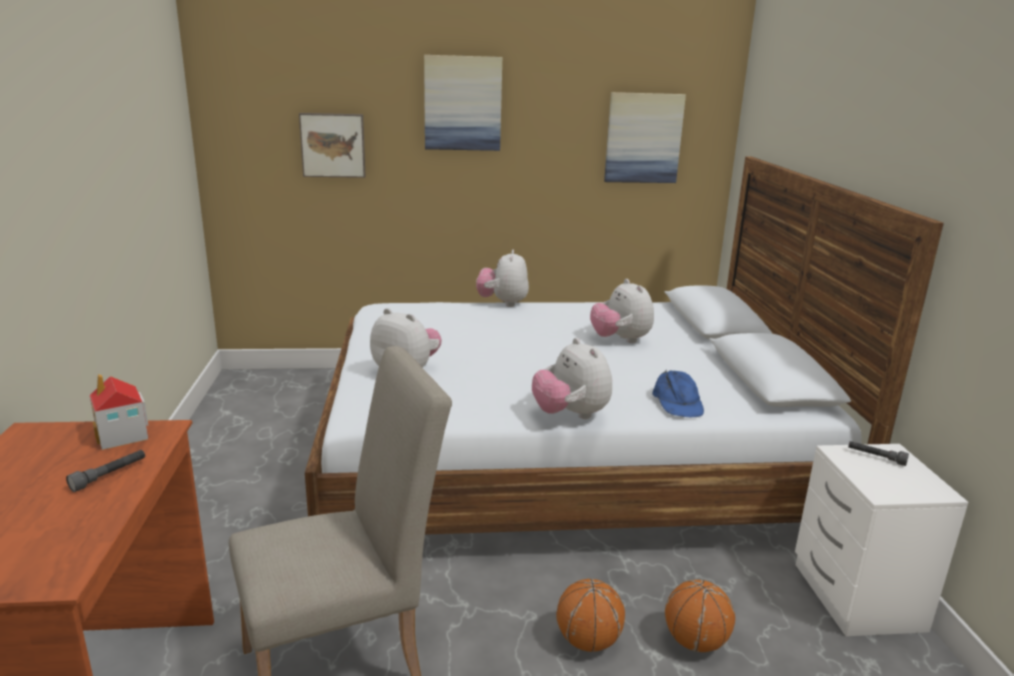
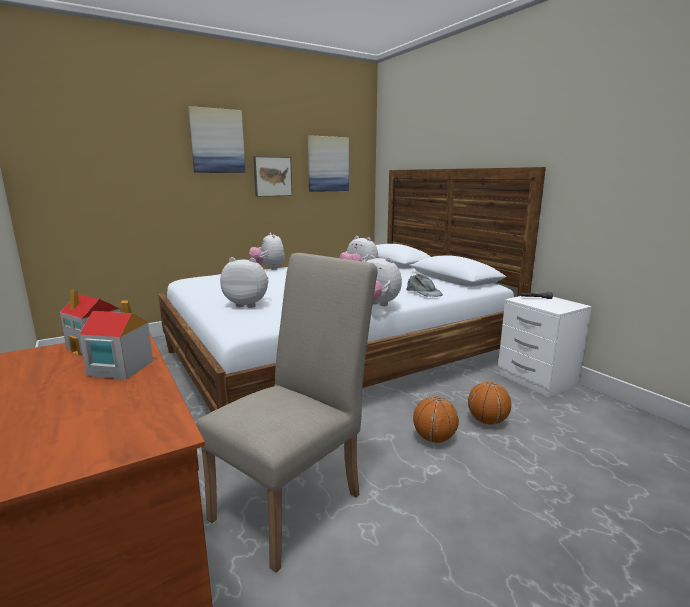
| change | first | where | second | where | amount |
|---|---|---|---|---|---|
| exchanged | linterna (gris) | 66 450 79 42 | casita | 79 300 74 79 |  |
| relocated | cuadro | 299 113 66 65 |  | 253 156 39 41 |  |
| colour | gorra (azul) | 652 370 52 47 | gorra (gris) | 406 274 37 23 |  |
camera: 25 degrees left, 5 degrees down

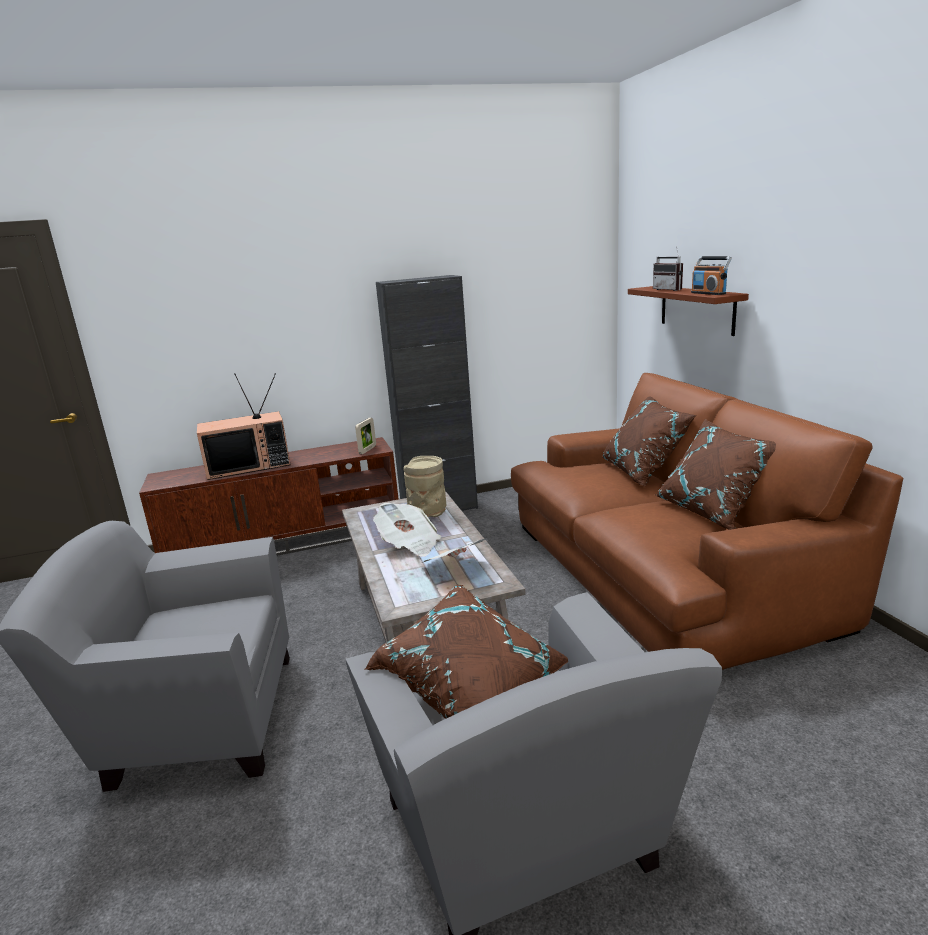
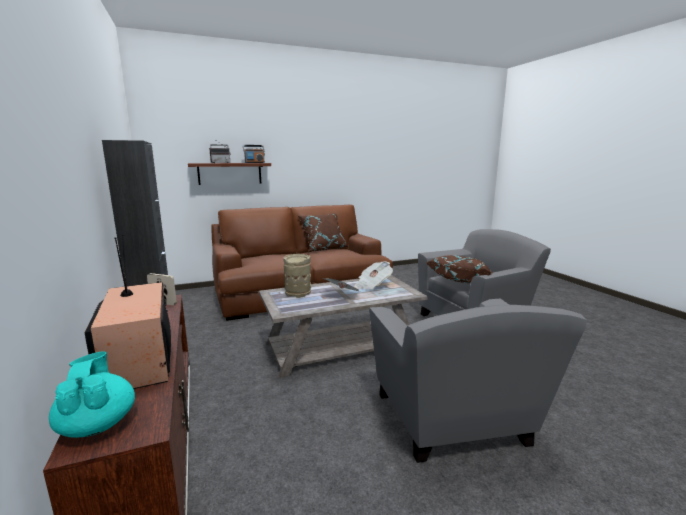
| change | first | where | second | where | amount |
|---|---|---|---|---|---|
| missing | cojín (marrón) | 603 396 93 91 |  |  |  |
| appeared |  |  | tetera (turquesa) | 49 351 86 87 |  |
camera: 95 degrees left, 5 degrees down

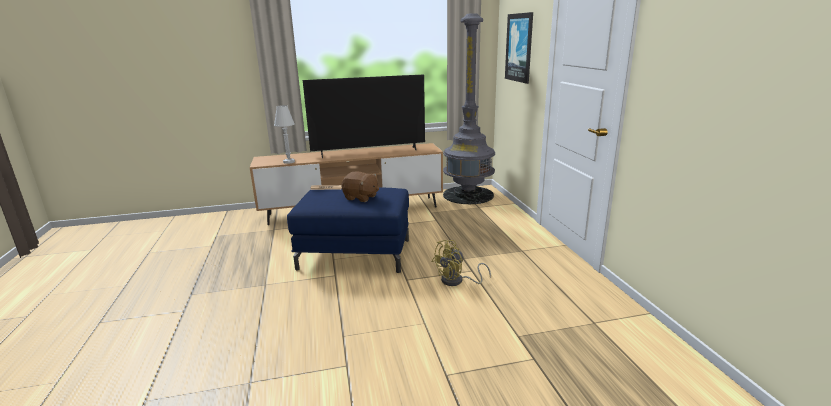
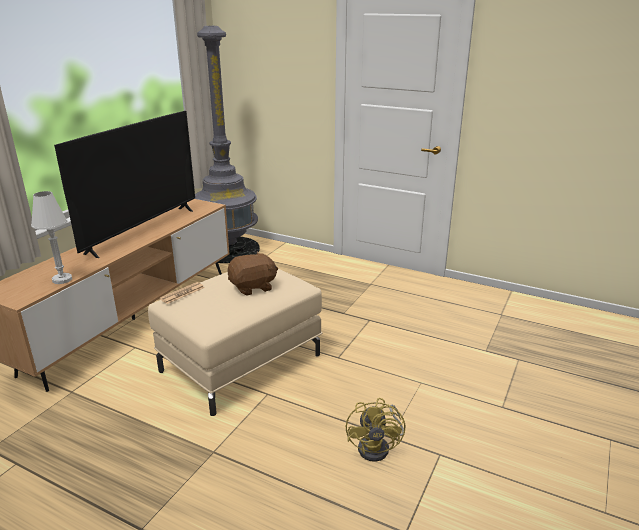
| change | first | where | second | where | amount |
|---|---|---|---|---|---|
| colour | puf (azul) | 287 187 122 86 | puf (beis) | 148 268 174 148 |  |
| relocated | ventilador (amarillo) | 432 240 59 46 |  | 346 398 59 64 |  |
| missing | cuadro | 505 12 28 72 |  |  |  |
camera: 50 degrees left, 5 degrees up

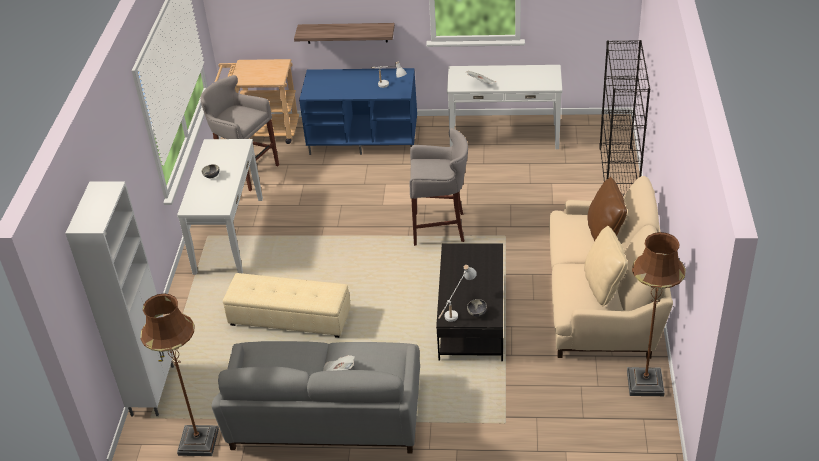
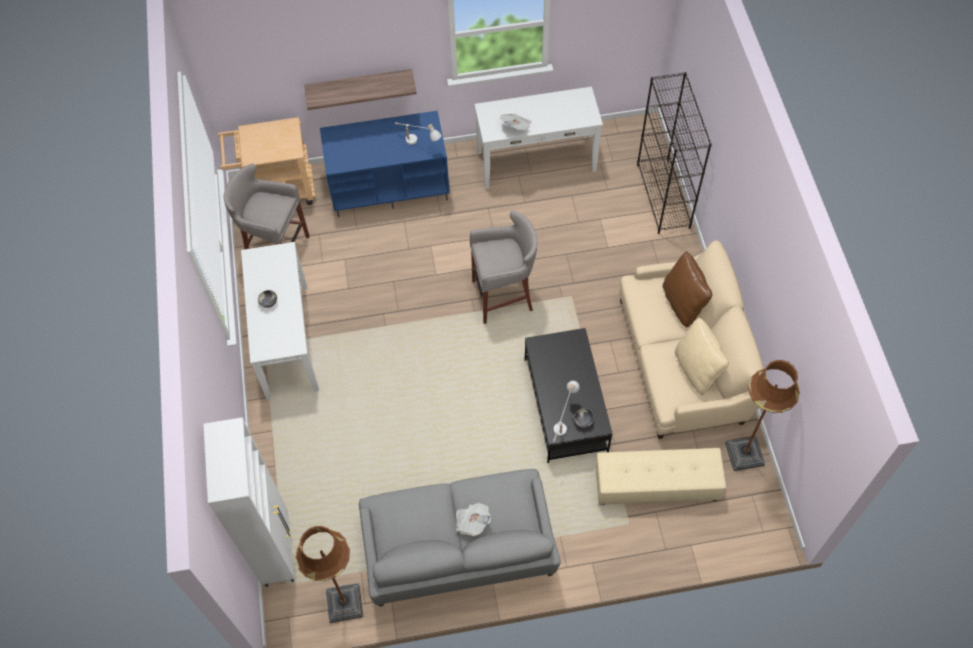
| change | first | where | second | where | amount |
|---|---|---|---|---|---|
| relocated | puf (beis) | 223 273 128 65 |  | 595 448 131 57 |  |
camera: 15 degrees left, 20 degrees up

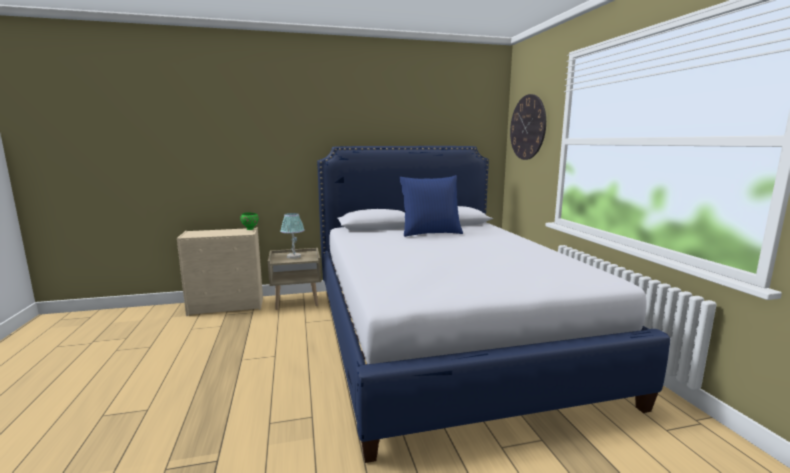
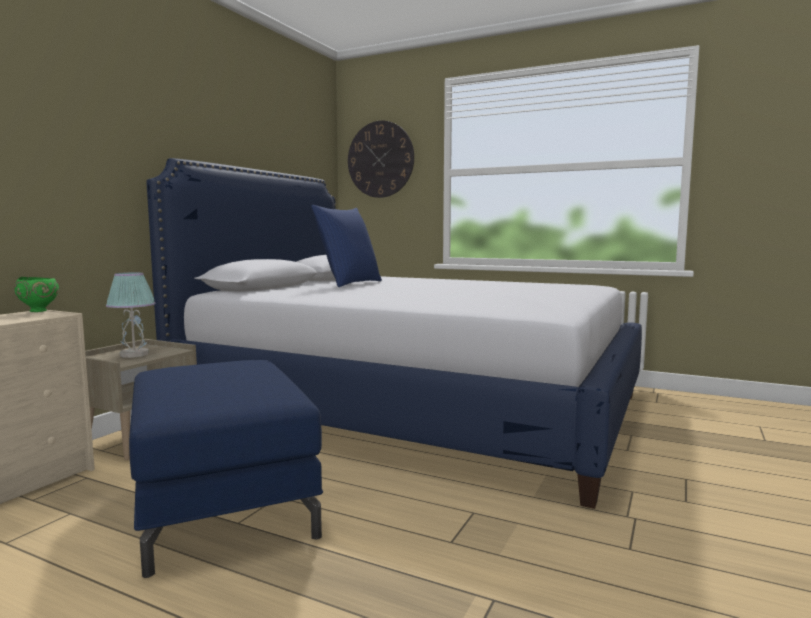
| change | first | where | second | where | amount |
|---|---|---|---|---|---|
| appeared |  |  | puf (azul) | 129 360 194 218 |  |
camera: 50 degrees left, 5 degrees down

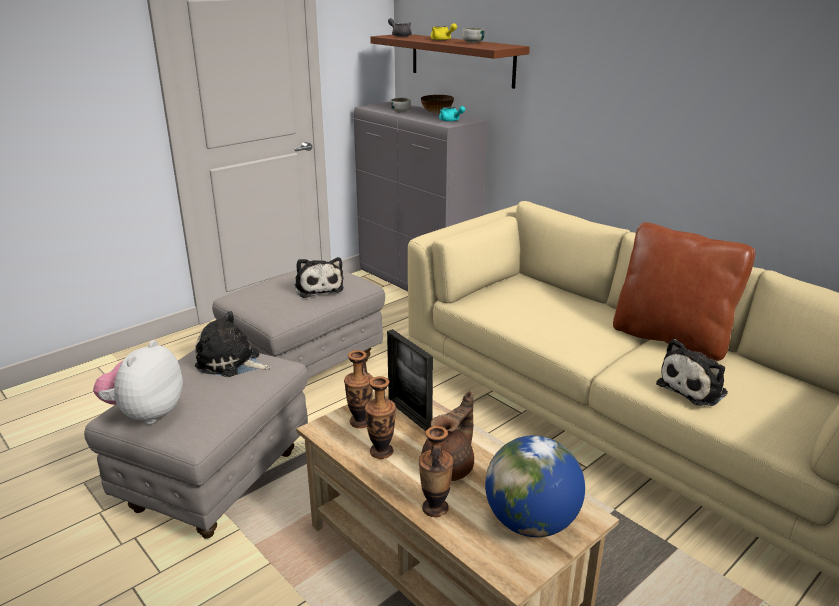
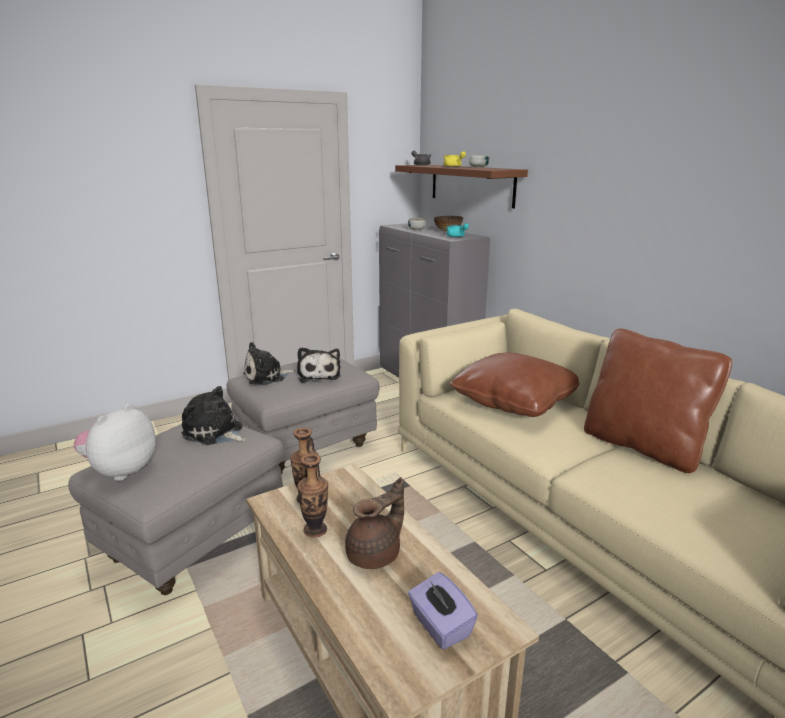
| change | first | where | second | where | amount |
|---|---|---|---|---|---|
| missing | portarretratos | 387 329 46 102 |  |  |  |
| missing | florero | 419 426 34 91 |  |  |  |
| exchanged | globo terráqueo | 485 435 100 102 | caja de pañuelos (morado) | 408 572 70 78 |  |
| relocated | peluche | 656 339 72 67 |  | 243 342 53 43 |  |
| appeared |  |  | cojín (marrón) | 450 353 130 64 |  |
camera: 10 degrees right, 5 degrees down

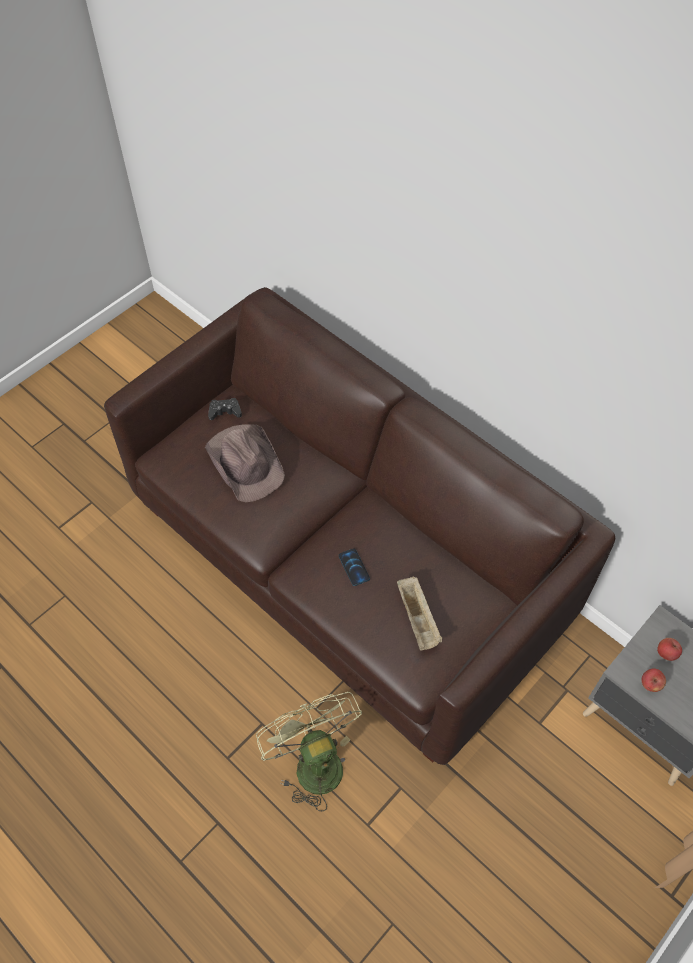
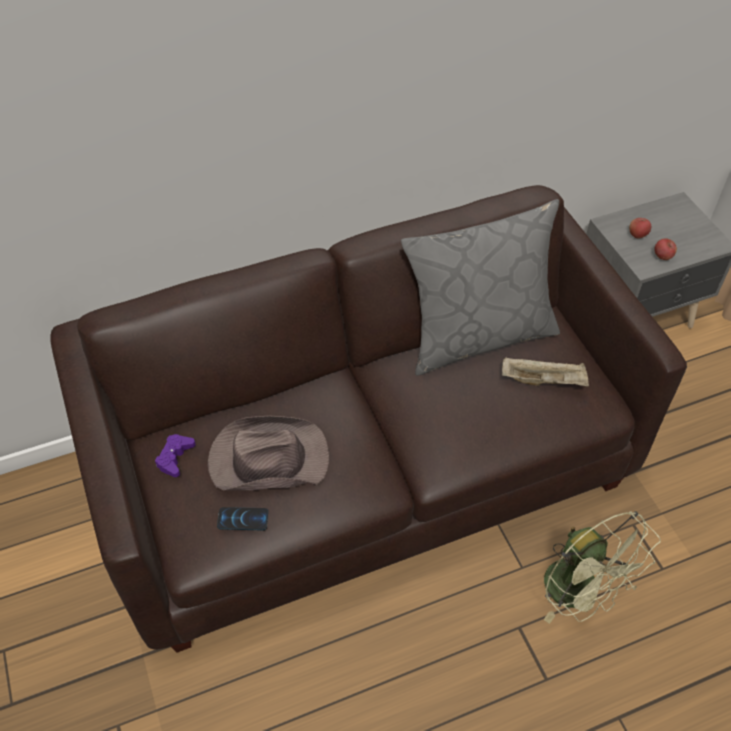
| change | first | where | second | where | amount |
|---|---|---|---|---|---|
| colour | mando de consola (negro) | 208 398 34 22 | mando de consola (morado) | 155 434 41 43 |  |
| spun | ventilador (verde) | 256 692 106 119 |  | 544 511 117 113 | 120 degrees counterclockwise |
| relocated | móvil | 339 548 31 38 |  | 217 507 51 23 |  |
| appeared |  |  | cojín (gris) | 401 199 159 177 |  |
camera: 65 degrees left, 5 degrees down

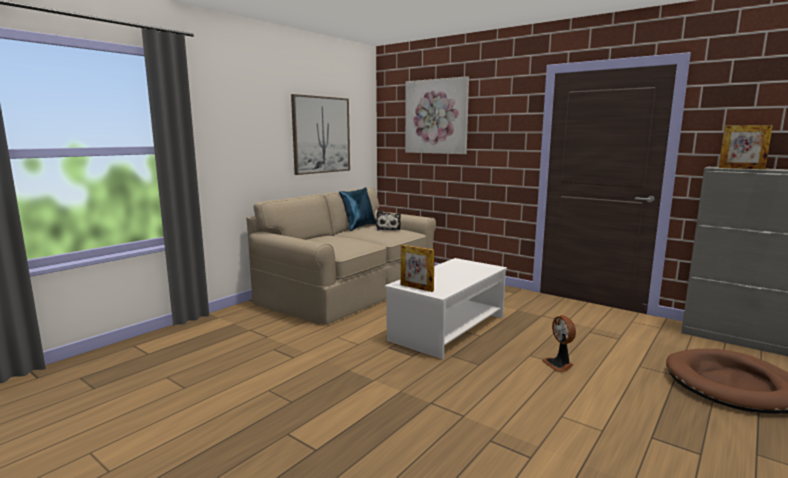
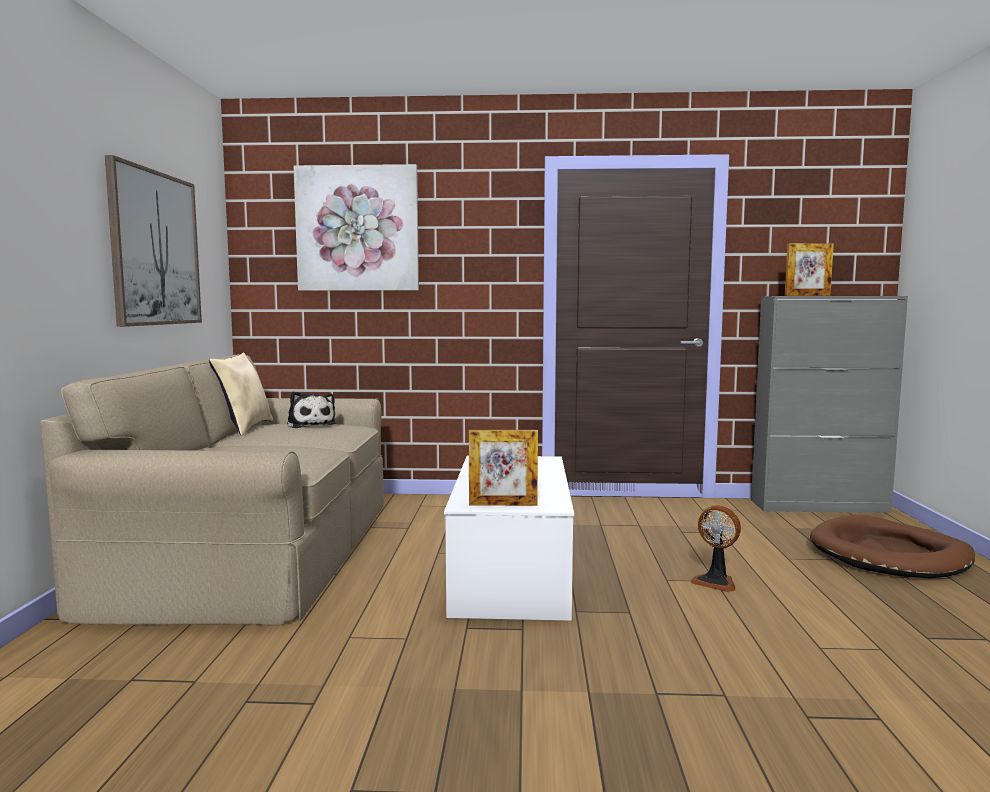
| change | first | where | second | where | amount |
|---|---|---|---|---|---|
| colour | cojín (azul) | 339 187 37 44 | cojín (beis) | 209 352 64 84 |  |
camera: 35 degrees left, 5 degrees down

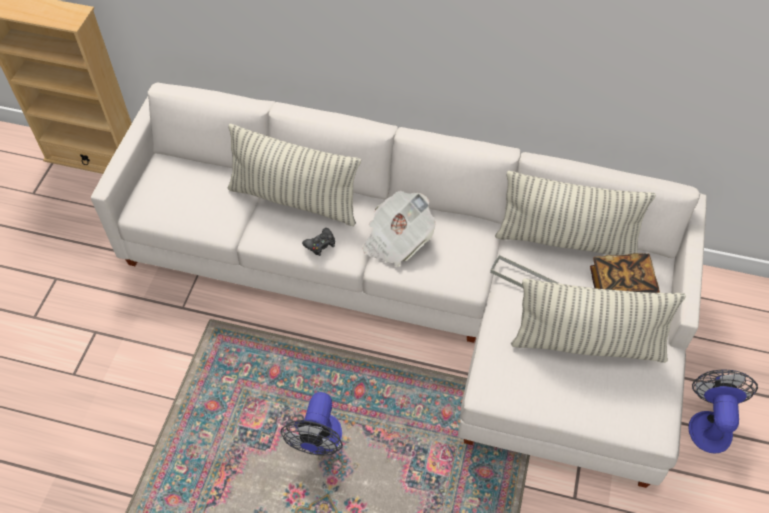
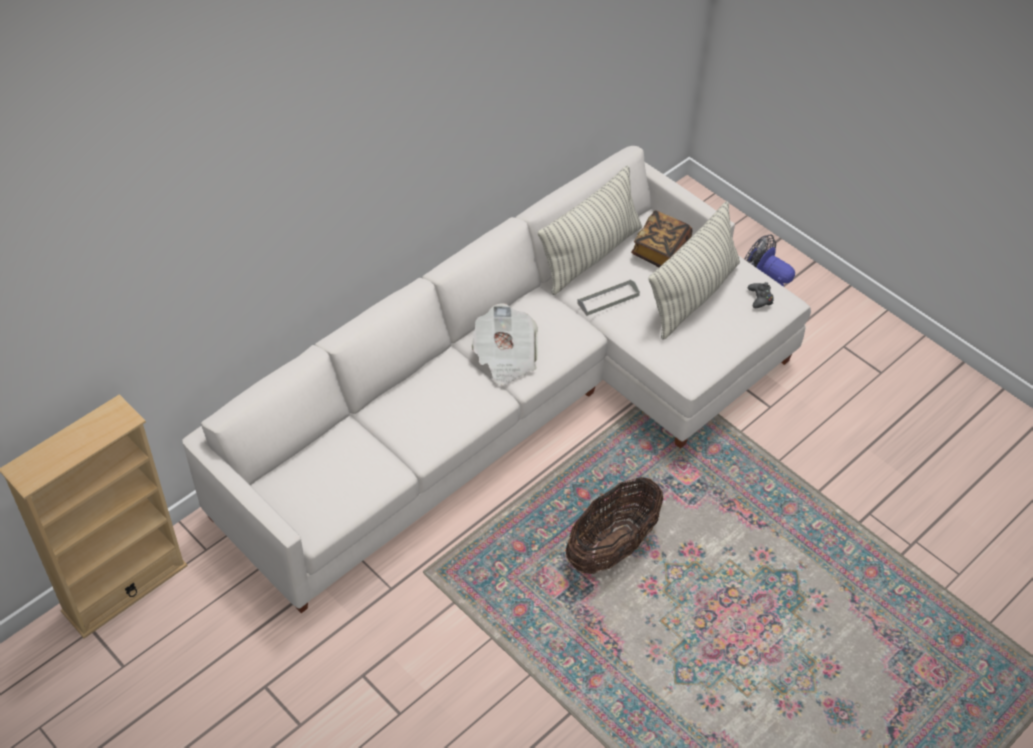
| change | first | where | second | where | amount |
|---|---|---|---|---|---|
| missing | cojín | 228 124 133 102 |  |  |  |
| exchanged | ventilador | 281 392 62 64 | cesta | 566 477 97 97 |  |
| relocated | mando de consola (negro) | 302 228 33 28 |  | 748 282 26 26 |  |
camera: 60 degrees left, 5 degrees down

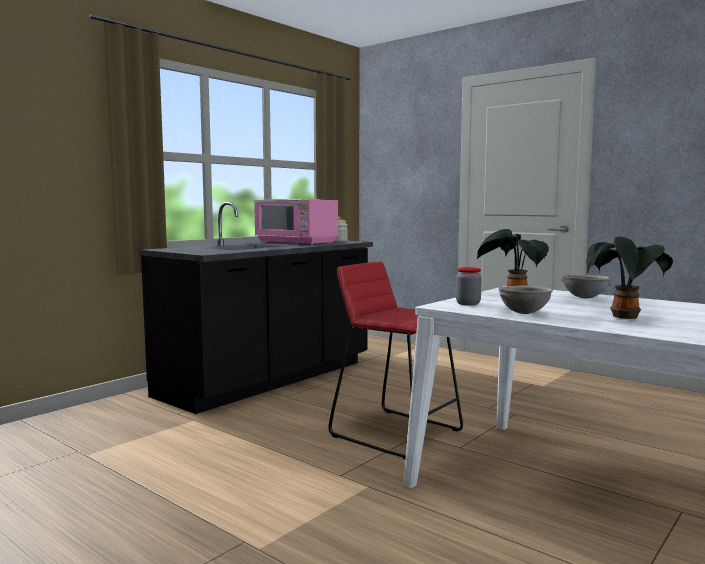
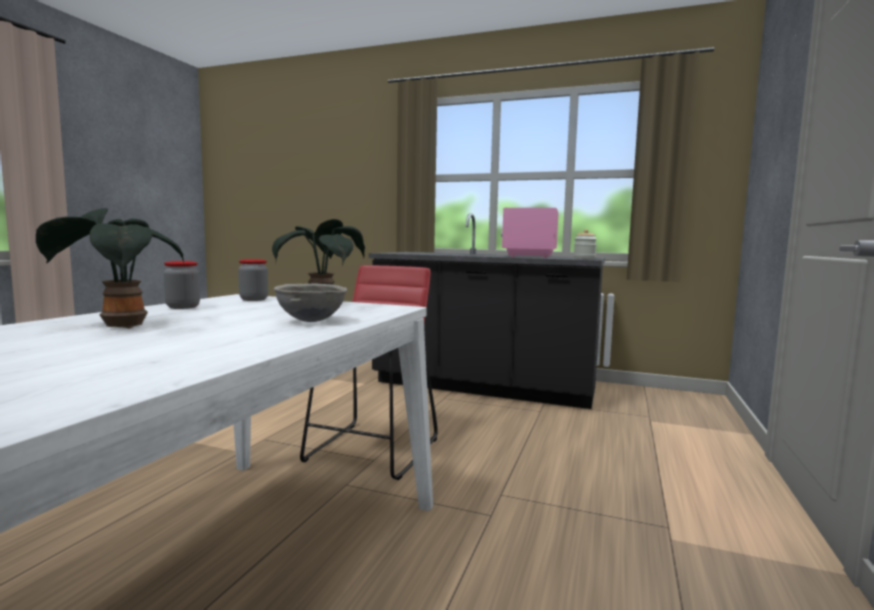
| change | first | where | second | where | amount |
|---|---|---|---|---|---|
| exchanged | cuenco (gris) | 498 285 55 29 | tarro | 163 261 37 48 |  |
camera: 70 degrees right, 0 degrees up

